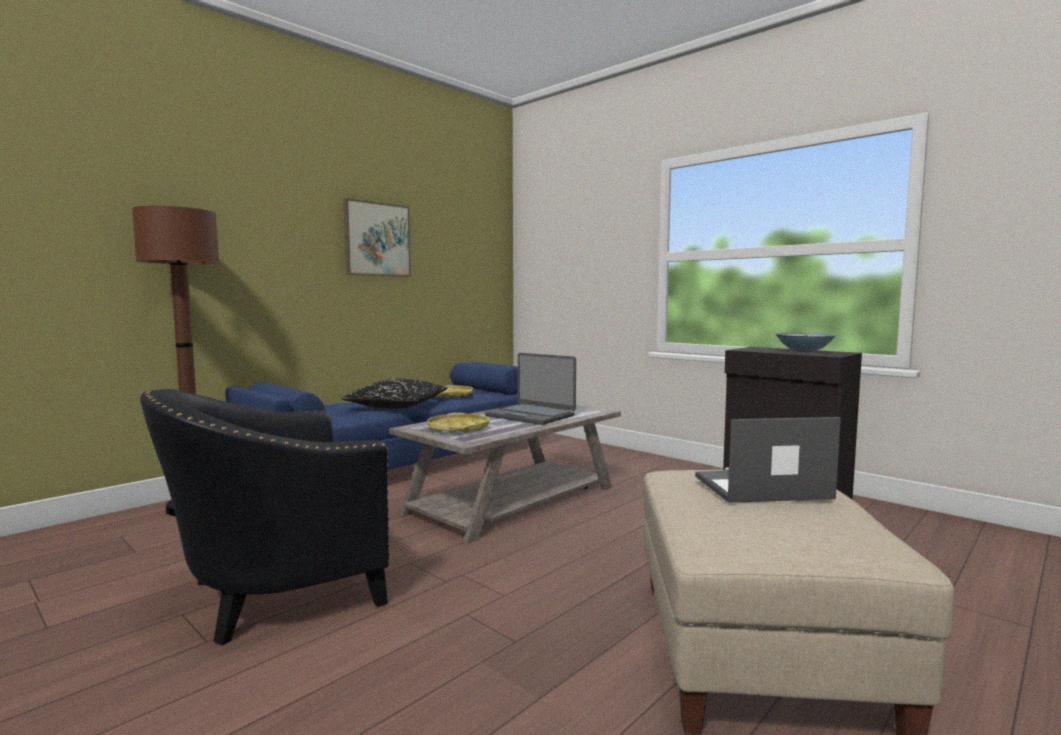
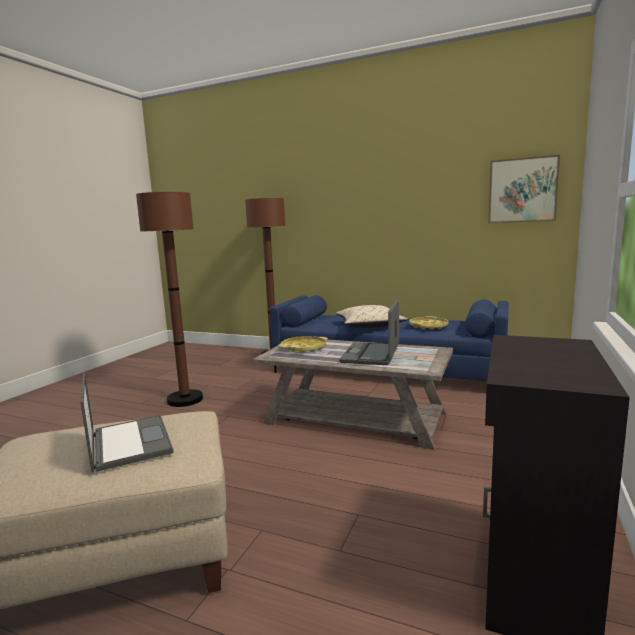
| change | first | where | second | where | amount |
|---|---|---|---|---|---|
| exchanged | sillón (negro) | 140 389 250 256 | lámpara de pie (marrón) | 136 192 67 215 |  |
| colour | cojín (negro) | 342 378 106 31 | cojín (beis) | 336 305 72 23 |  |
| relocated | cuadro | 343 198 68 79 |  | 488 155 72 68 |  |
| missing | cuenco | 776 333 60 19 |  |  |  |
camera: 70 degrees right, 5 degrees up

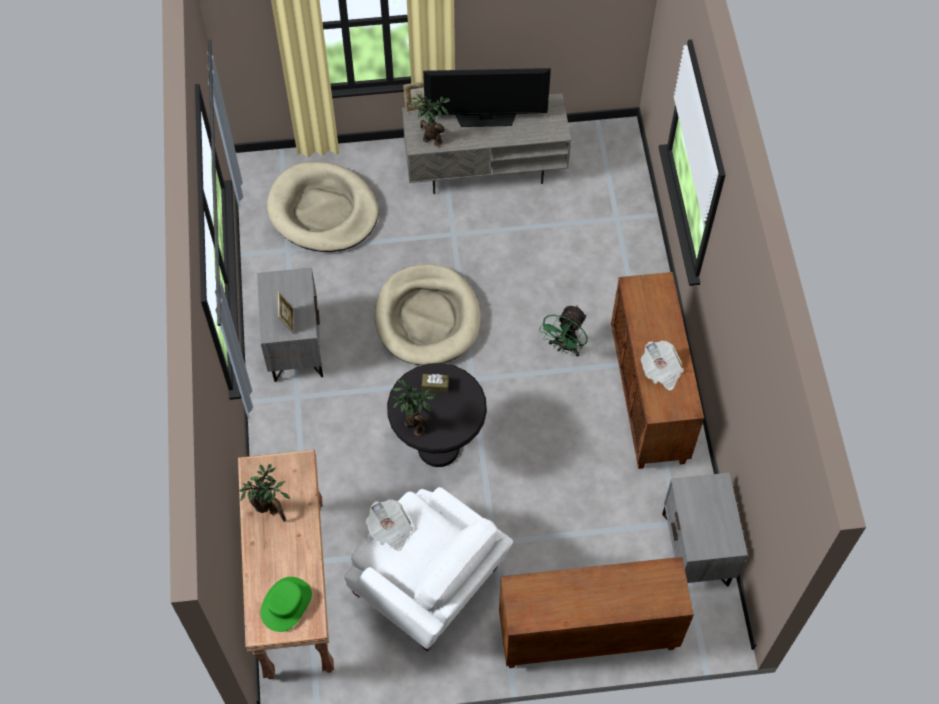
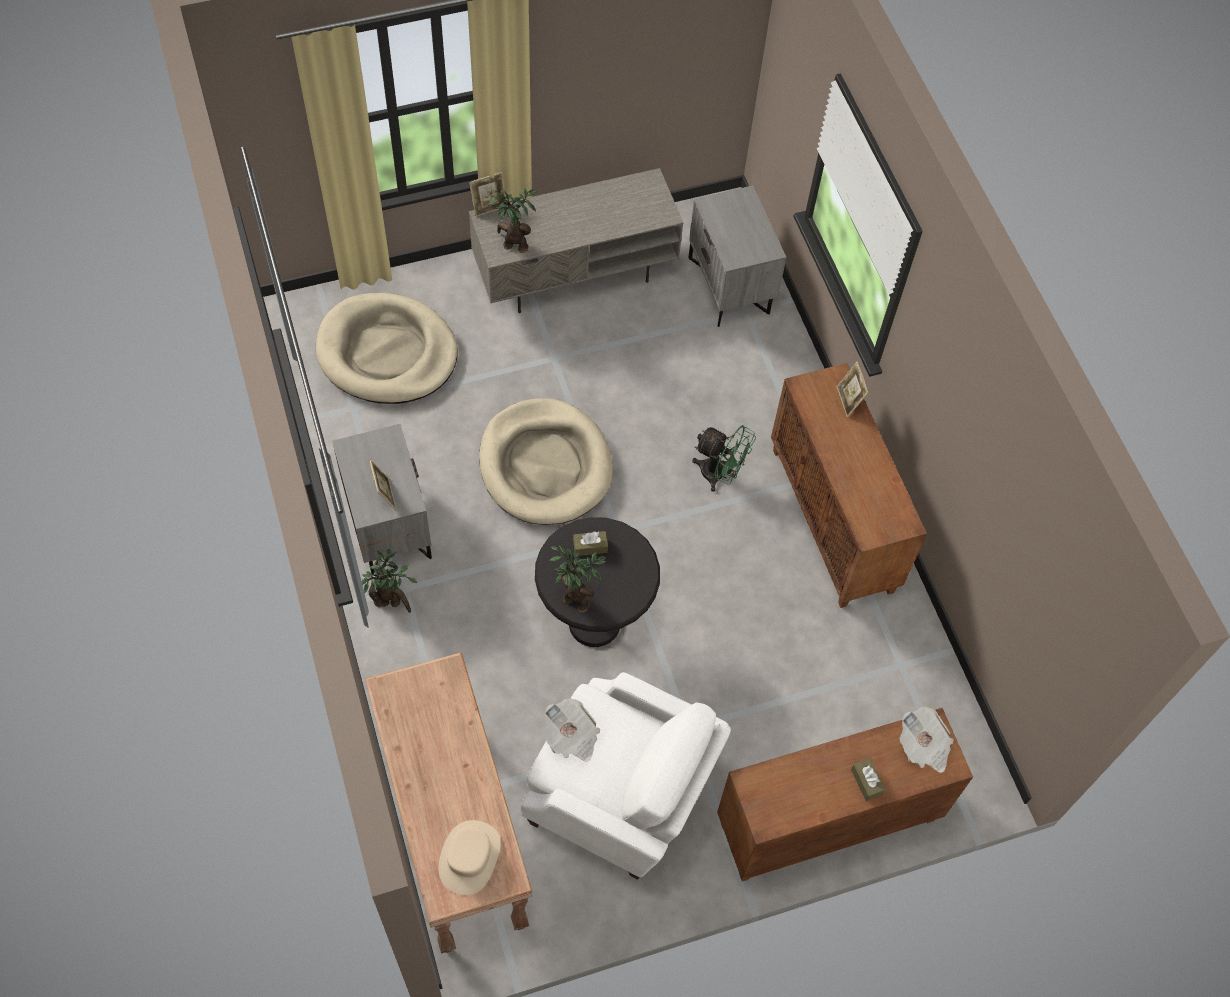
| change | first | where | second | where | amount |
|---|---|---|---|---|---|
| relocated | planta en maceta | 238 464 52 58 |  | 362 549 55 64 |  |
| colour | sombrero (verde) | 260 577 52 55 | sombrero (beis) | 439 820 62 75 |  |
| missing | televisor | 423 68 128 59 |  |  |  |
| spun | ventilador (verde) | 539 305 49 52 |  | 692 425 64 67 | 75 degrees counterclockwise |
| relocated | periódico | 641 341 43 50 |  | 900 707 54 66 |  |
| relocated | mesita de noche (gris) | 662 473 86 114 |  | 688 185 98 142 |  |
| appeared |  |  | portarretratos | 837 362 32 55 |  |
| appeared |  |  | caja de pañuelos (marrón) | 851 758 34 43 |  |
camera: 15 degrees left, 0 degrees up

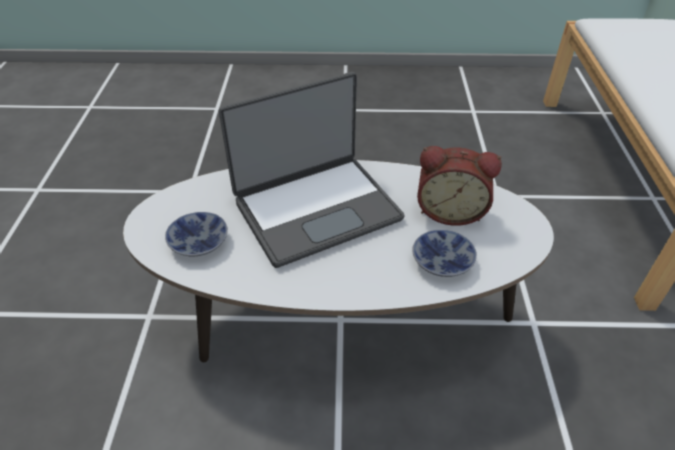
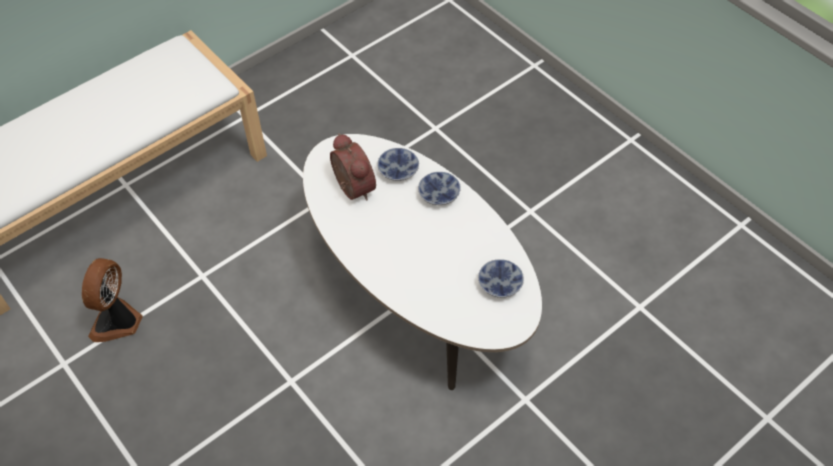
| change | first | where | second | where | amount |
|---|---|---|---|---|---|
| missing | portátil | 218 72 187 196 |  |  |  |
| appeared |  |  | ventilador | 82 258 61 84 |  |
| appeared |  |  | cuenco | 418 172 43 33 |  |
camera: 130 degrees left, 10 degrees up

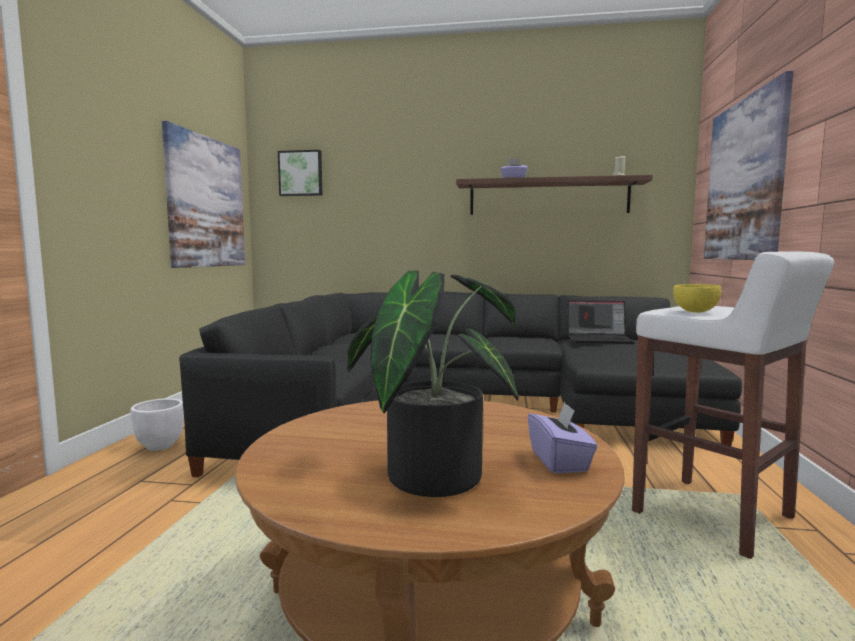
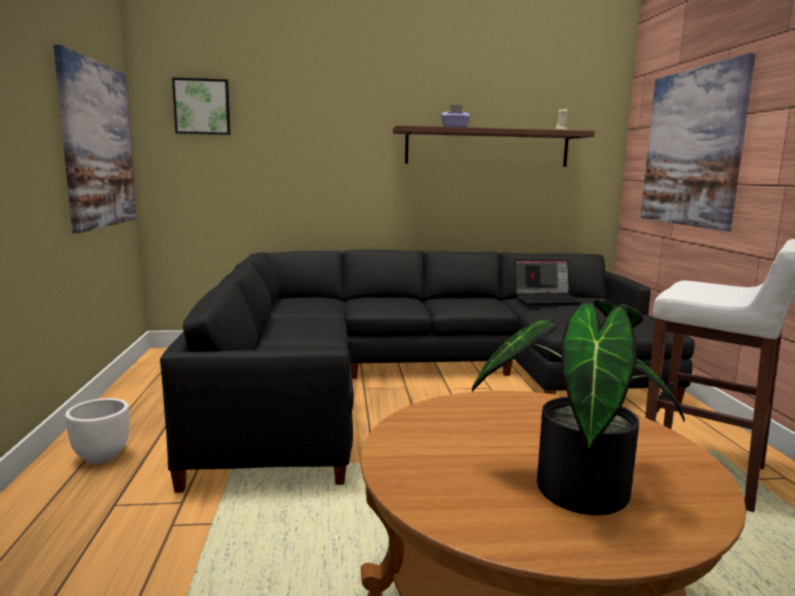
| change | first | where | second | where | amount |
|---|---|---|---|---|---|
| missing | caja de pañuelos (morado) | 528 402 70 71 |  |  |  |
| missing | cuenco (amarillo) | 673 284 48 29 |  |  |  |
camera: 15 degrees left, 5 degrees up

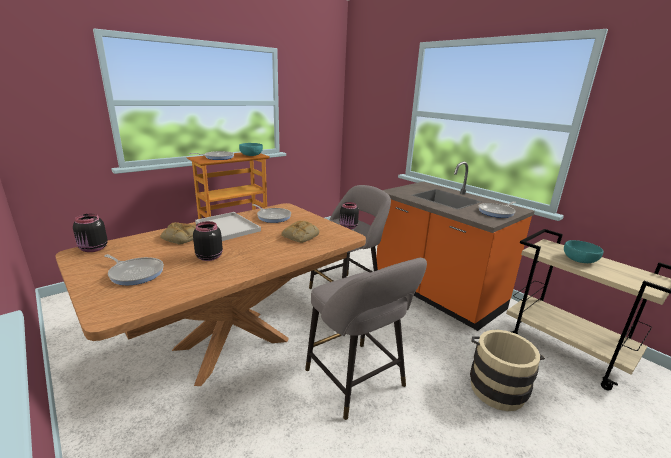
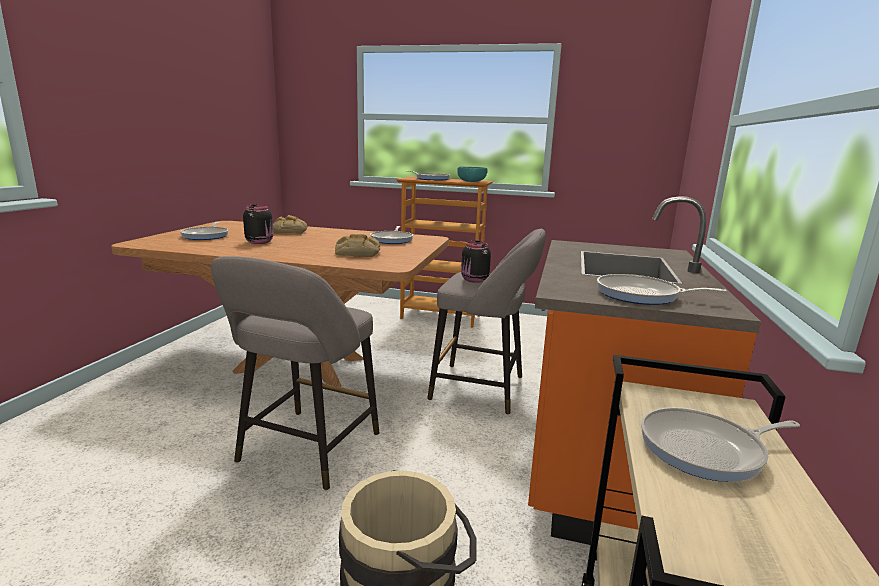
| change | first | where | second | where | amount |
|---|---|---|---|---|---|
| missing | tarro (negro) | 73 214 35 38 |  |  |  |
| missing | bandeja (blanco) | 195 212 66 29 |  |  |  |
| exchanged | cuenco (turquesa) | 564 240 40 23 | sartén | 641 407 159 75 |  |
camera: 55 degrees right, 5 degrees down

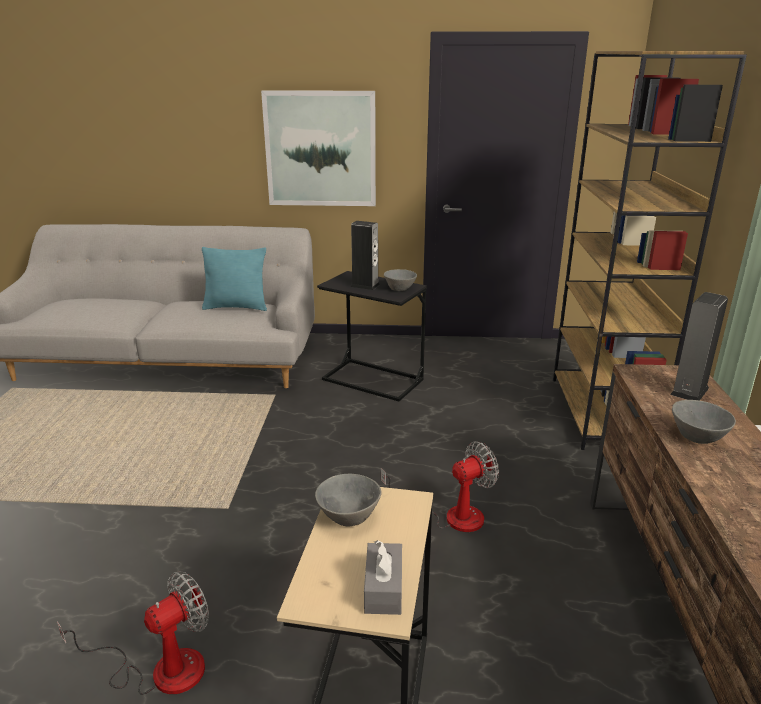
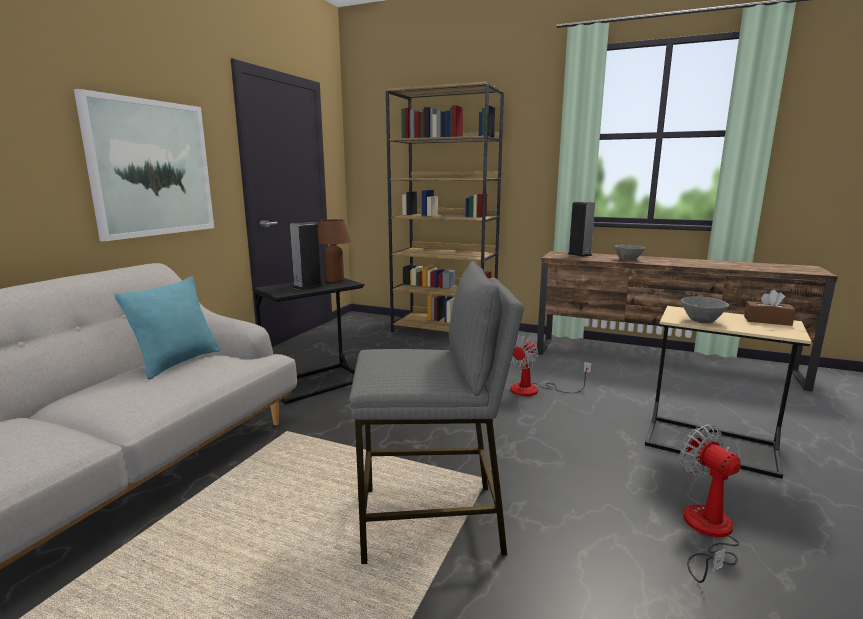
| change | first | where | second | where | amount |
|---|---|---|---|---|---|
| colour | caja de pañuelos (gris) | 364 540 38 75 | caja de pañuelos (marrón) | 744 290 52 36 |  |
| spun | ventilador | 381 441 118 91 |  | 510 335 82 61 | 135 degrees counterclockwise |
| exchanged | cuenco (gris) | 384 269 33 22 | lámpara de mesa (marrón) | 318 219 33 64 |  |
| appeared |  |  | taburete (gris) | 349 261 175 303 |  |
camera: 70 degrees left, 10 degrees down

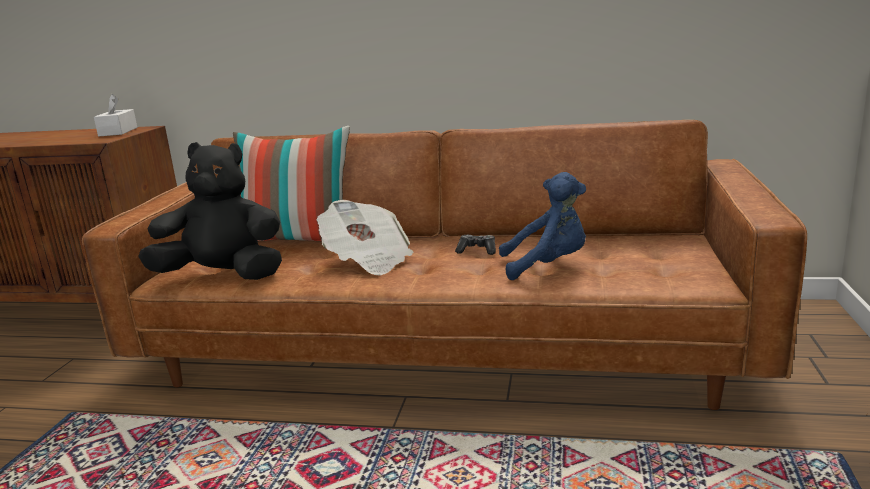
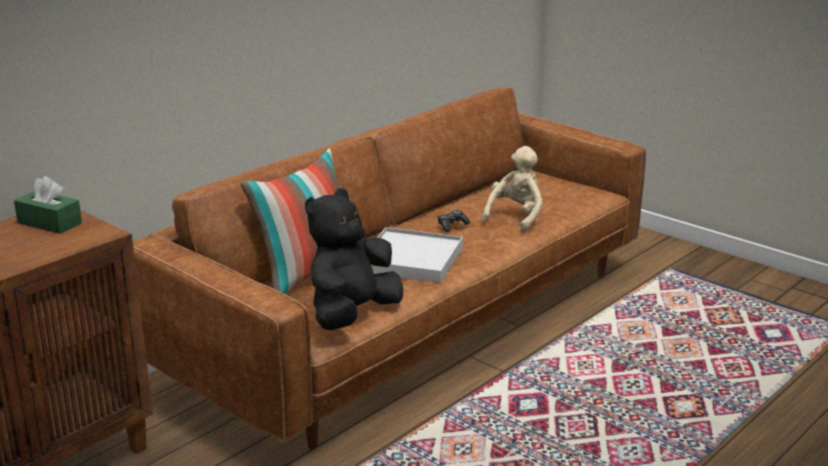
| change | first | where | second | where | amount |
|---|---|---|---|---|---|
| colour | caja de pañuelos (blanco) | 94 94 43 42 | caja de pañuelos (verde) | 14 176 68 58 |  |
| exchanged | periódico | 317 200 97 76 | bandeja (blanco) | 371 227 92 56 |  |
| colour | peluche (azul) | 499 172 87 108 | peluche (beis) | 482 146 61 87 |  |
camera: 60 degrees left, 5 degrees up

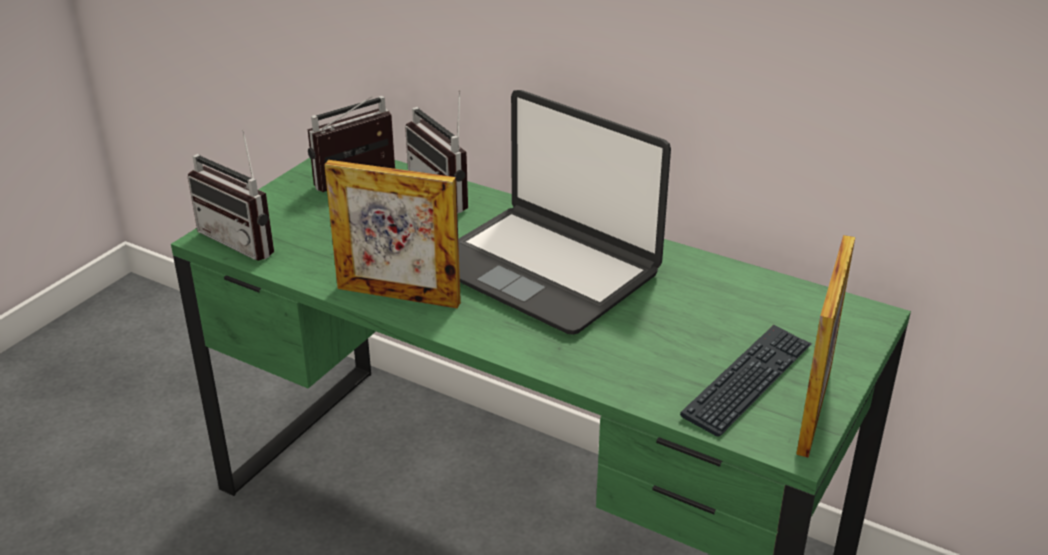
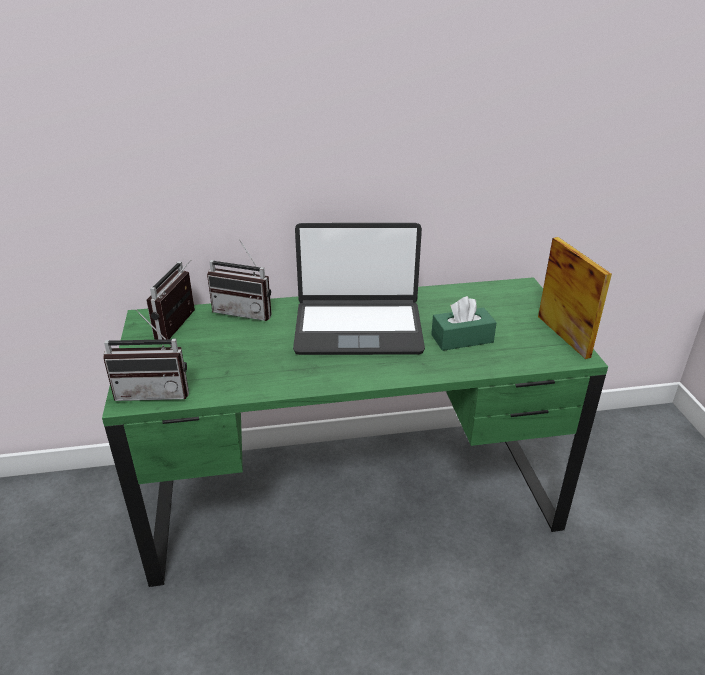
| change | first | where | second | where | amount |
|---|---|---|---|---|---|
| missing | portarretratos | 324 160 137 148 |  |  |  |
| missing | teclado | 680 325 132 111 |  |  |  |
| appeared |  |  | caja de pañuelos (verde) | 431 296 66 55 |  |
camera: 40 degrees left, 0 degrees up

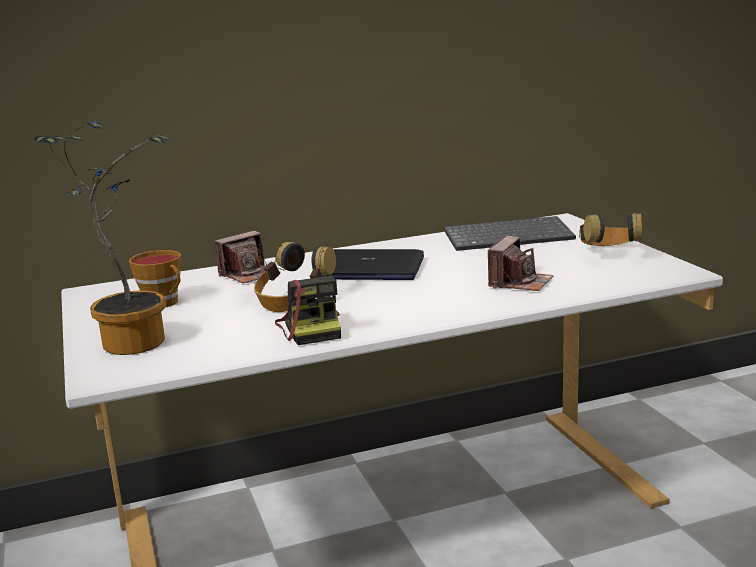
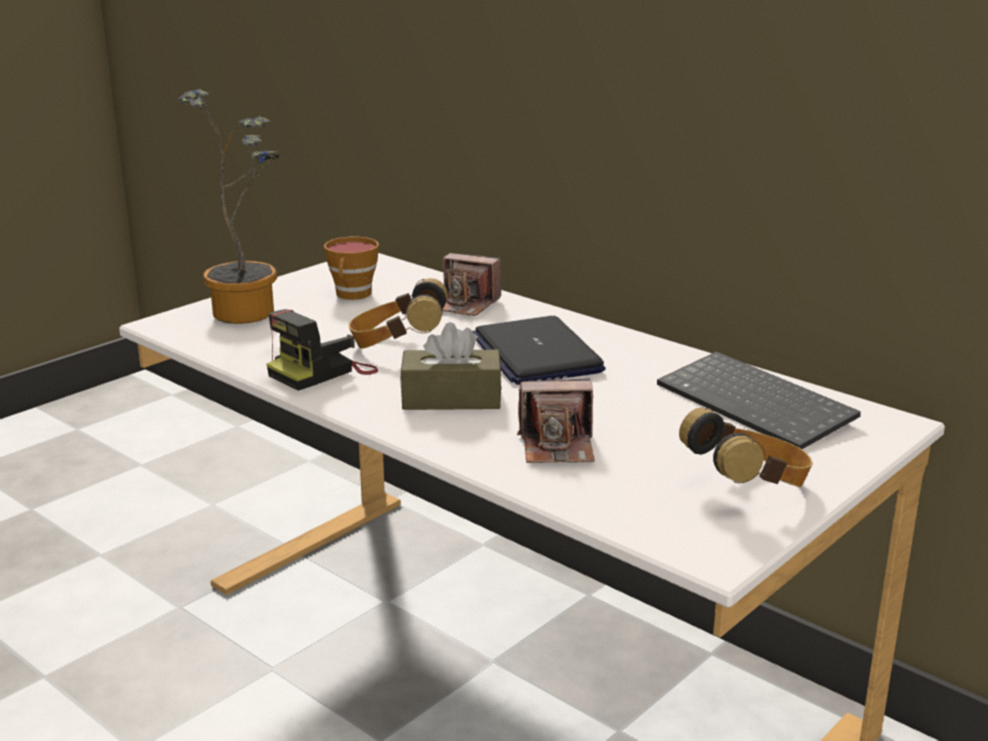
| change | first | where | second | where | amount |
|---|---|---|---|---|---|
| appeared |  |  | caja de pañuelos (marrón) | 400 322 102 88 |  |
camera: 60 degrees right, 5 degrees up

